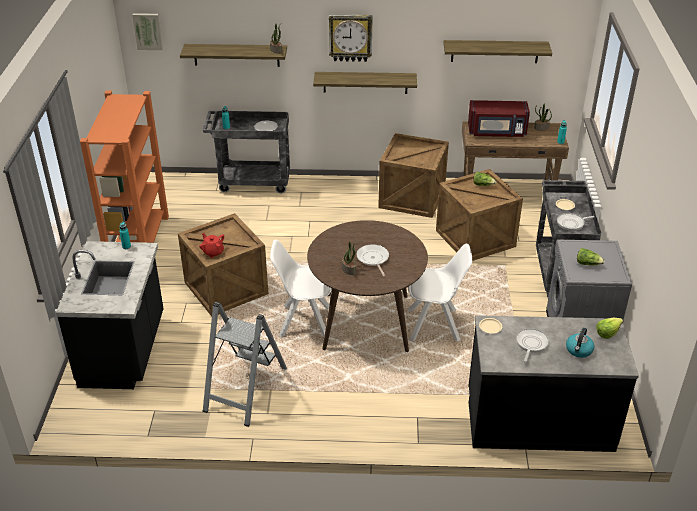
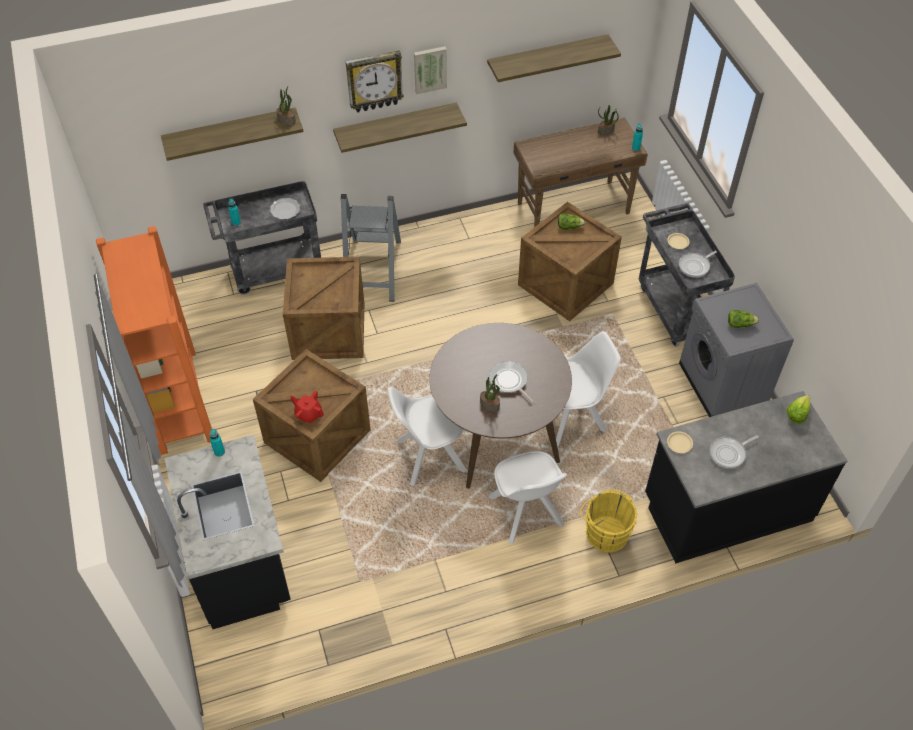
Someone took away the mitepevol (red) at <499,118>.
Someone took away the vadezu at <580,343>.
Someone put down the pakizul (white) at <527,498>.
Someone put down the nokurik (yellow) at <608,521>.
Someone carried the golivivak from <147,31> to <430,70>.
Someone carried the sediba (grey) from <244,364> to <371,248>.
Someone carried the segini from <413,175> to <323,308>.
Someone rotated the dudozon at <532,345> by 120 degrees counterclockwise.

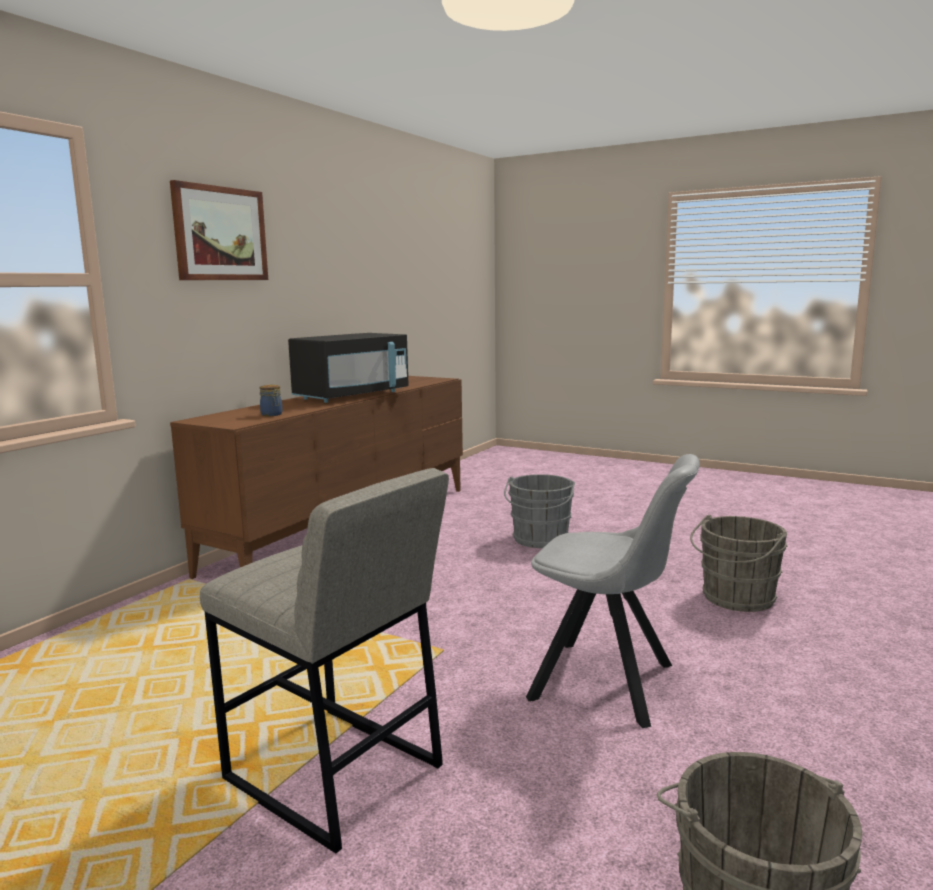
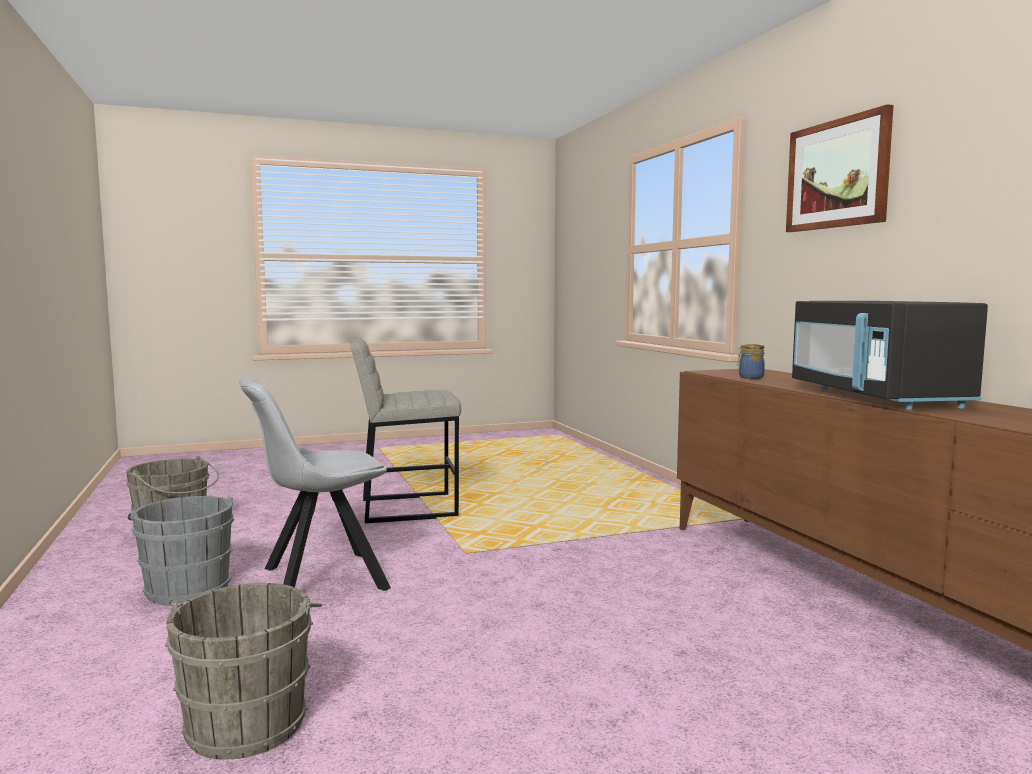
Someone carried the nokurik (grey) from <539,511> to <180,551>.

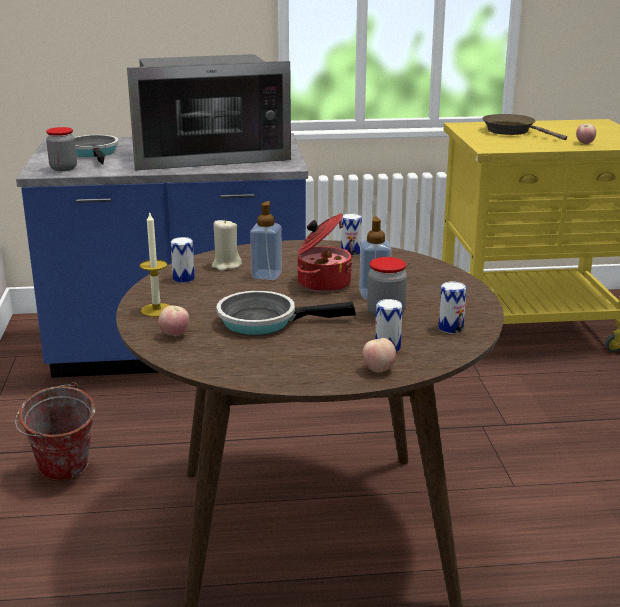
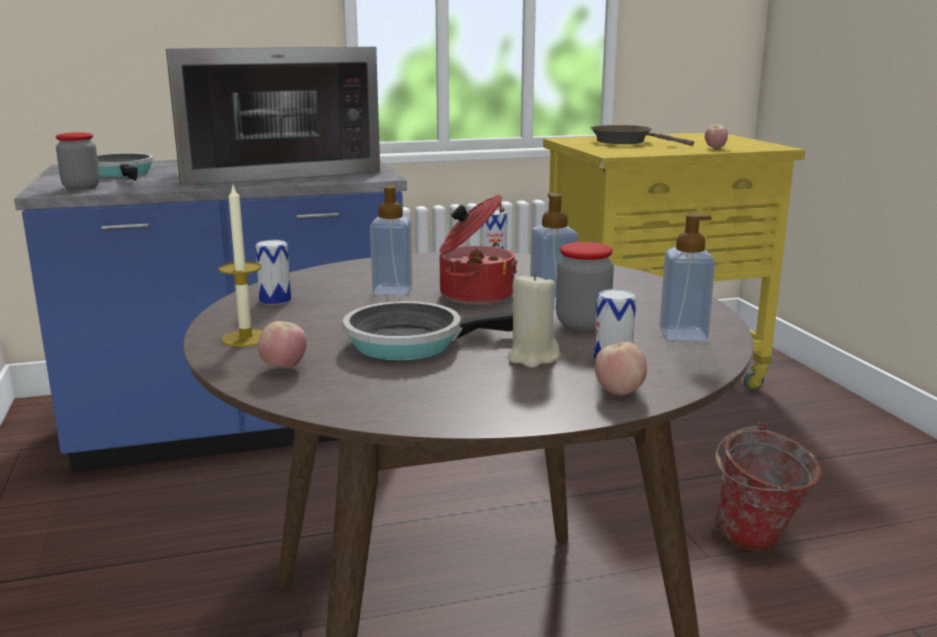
Someone carried the nokurik from <55,431> to <768,487>.
Someone carried the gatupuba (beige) from <227,245> to <534,320>.
Someone swapped the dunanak at <452,307> for the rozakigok at <687,277>.

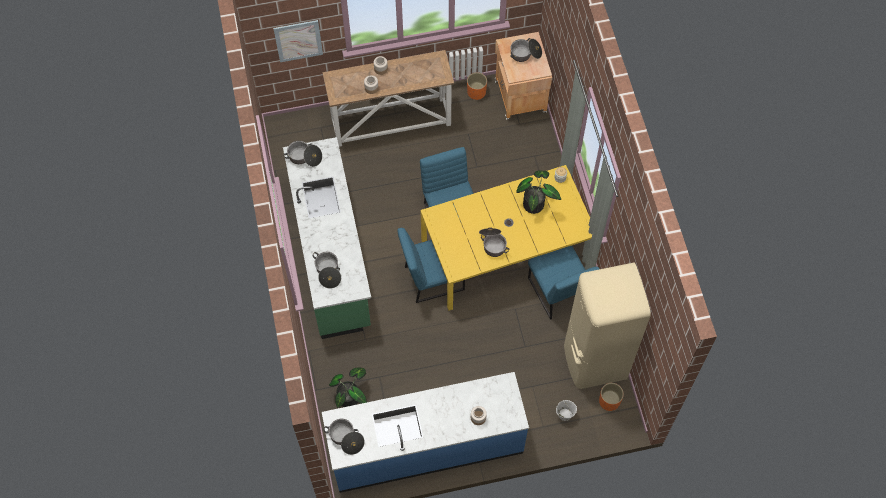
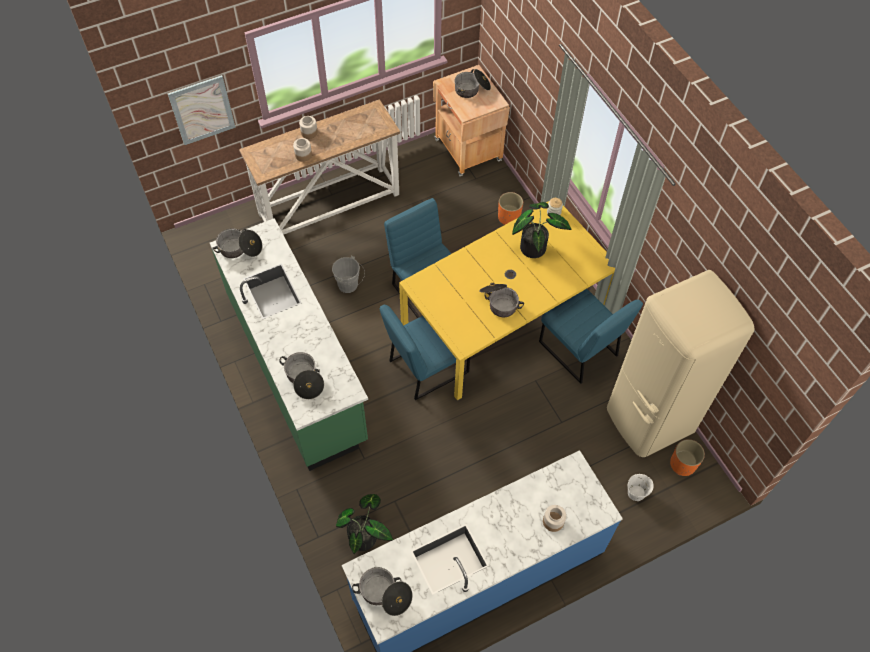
Someone put down the nokurik (grey) at <348,274>.
Someone carried the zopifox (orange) from <477,86> to <510,208>.

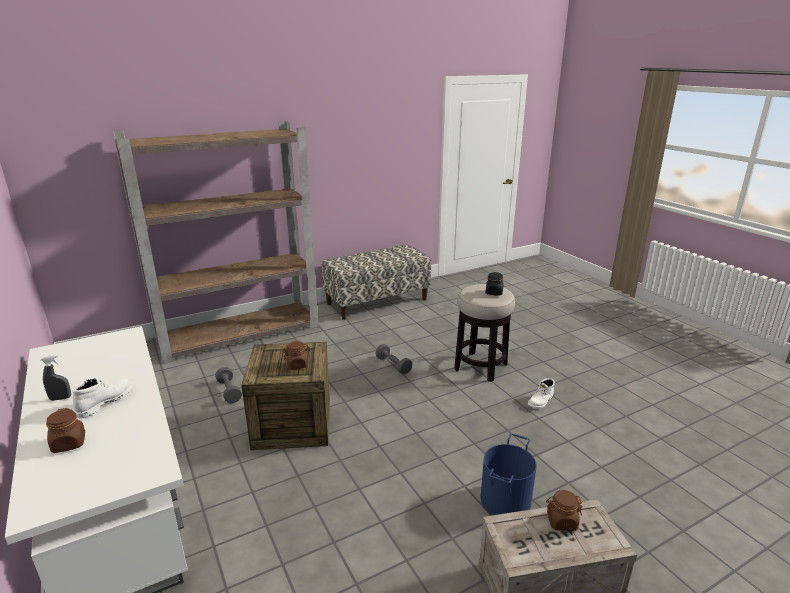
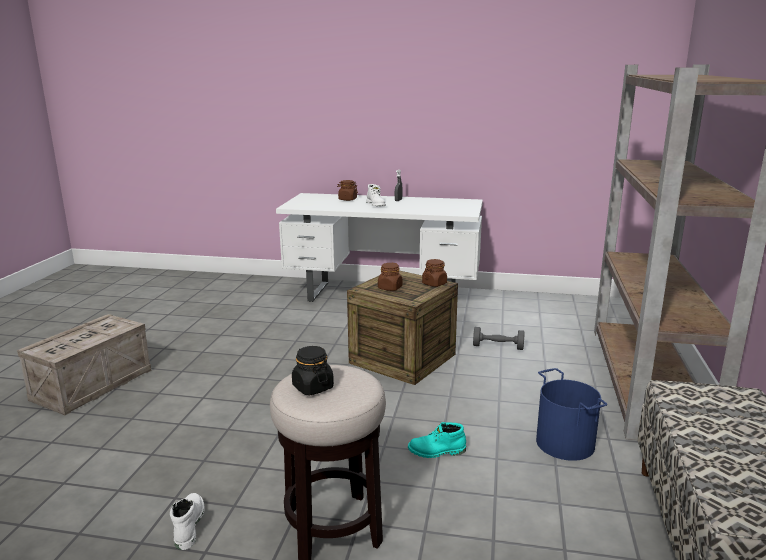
Someone carried the nokurik (blue) from <508,474> to <571,414>.
Someone carried the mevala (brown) from <564,510> to <434,273>.
Someone swapped the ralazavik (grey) at <394,359> for the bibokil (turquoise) at <437,440>.

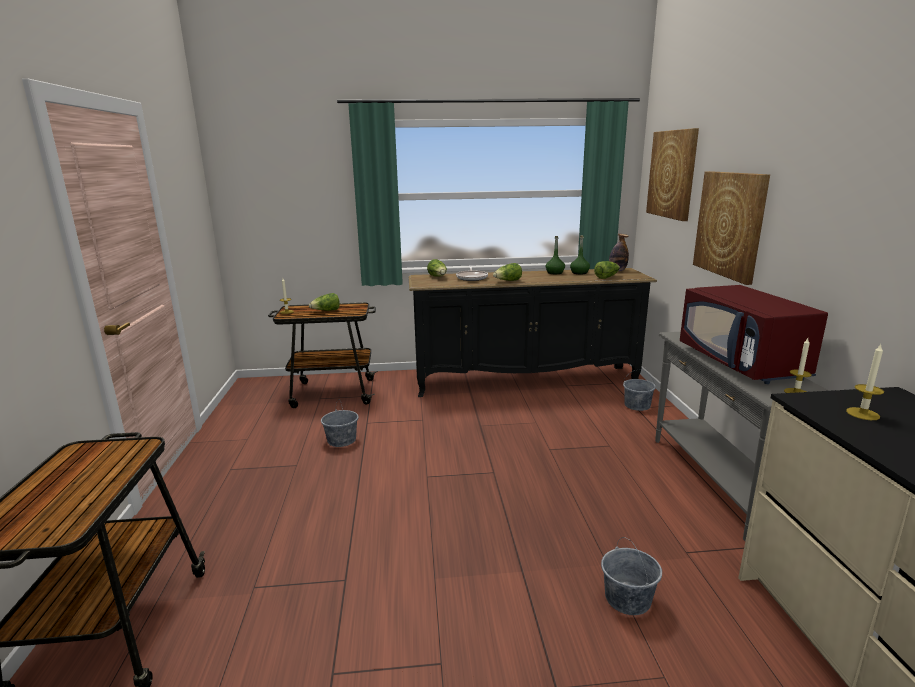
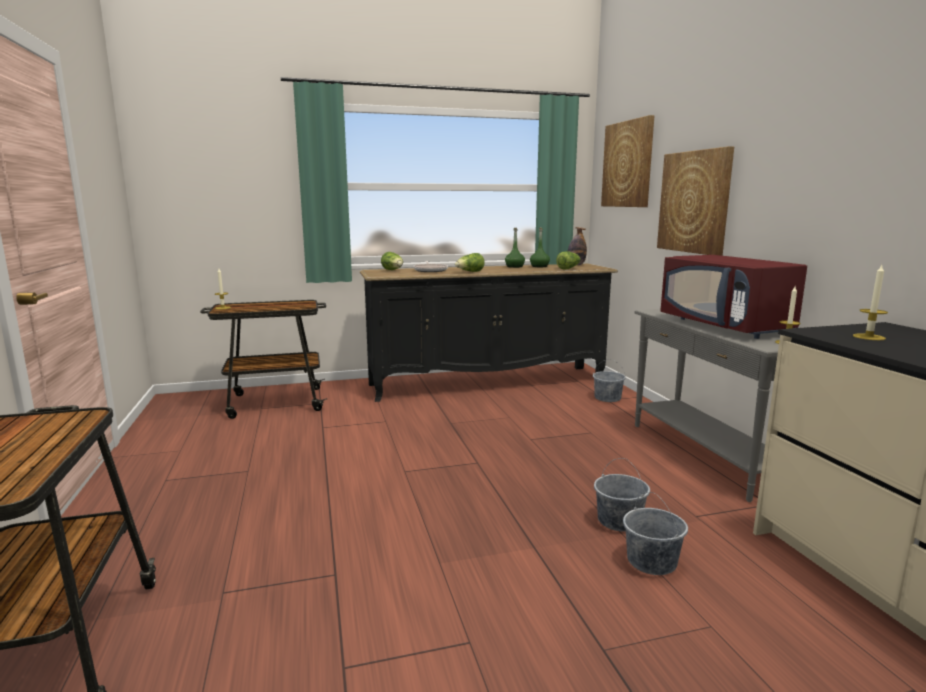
Someone took away the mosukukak at <324,302>.
Someone carried the nokurik (grey) from <340,423> to <622,495>.

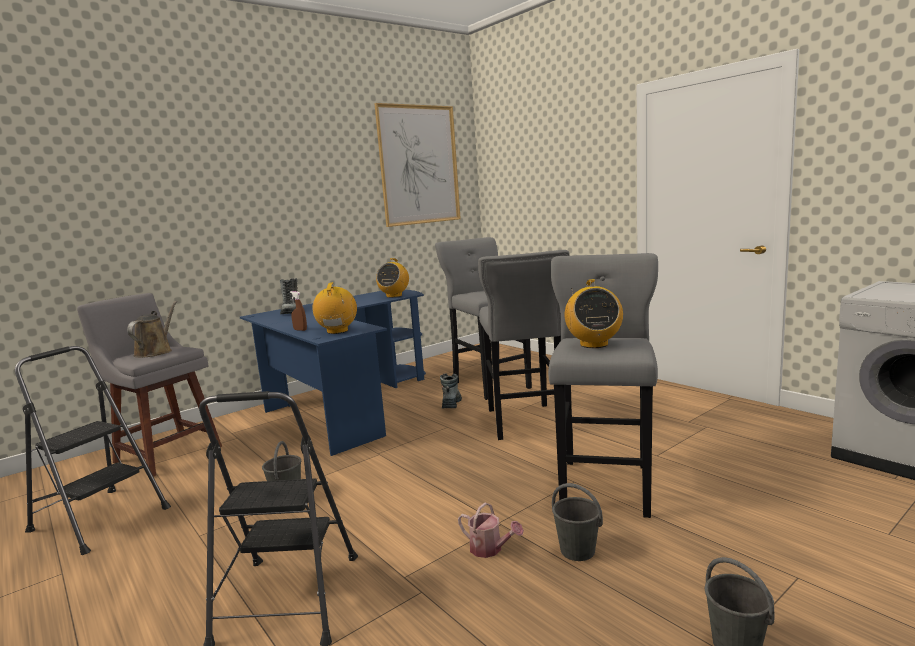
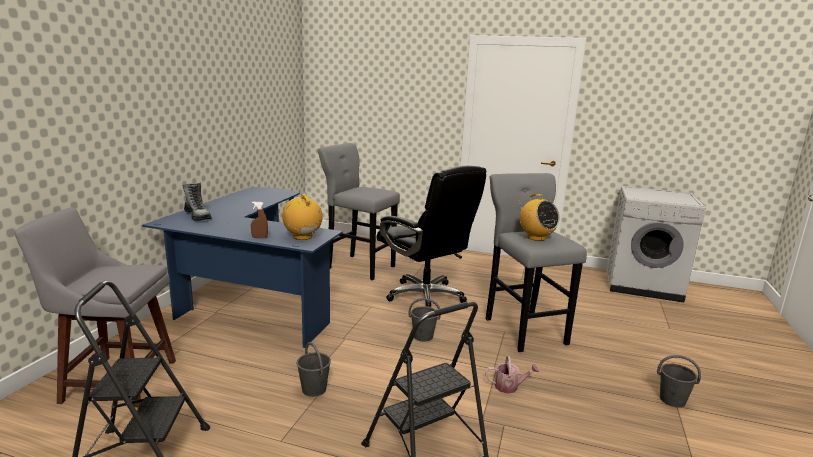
Someone took away the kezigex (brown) at <152,329>.
Someone took away the golivivak at <417,165>.
Someone took away the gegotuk at <392,278>.
Someone took away the bibokil at <451,390>.
Someone carried the nokurik (grey) from <577,522> to <424,320>.
Someone swapped the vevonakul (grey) at <524,345> for the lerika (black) at <431,236>.

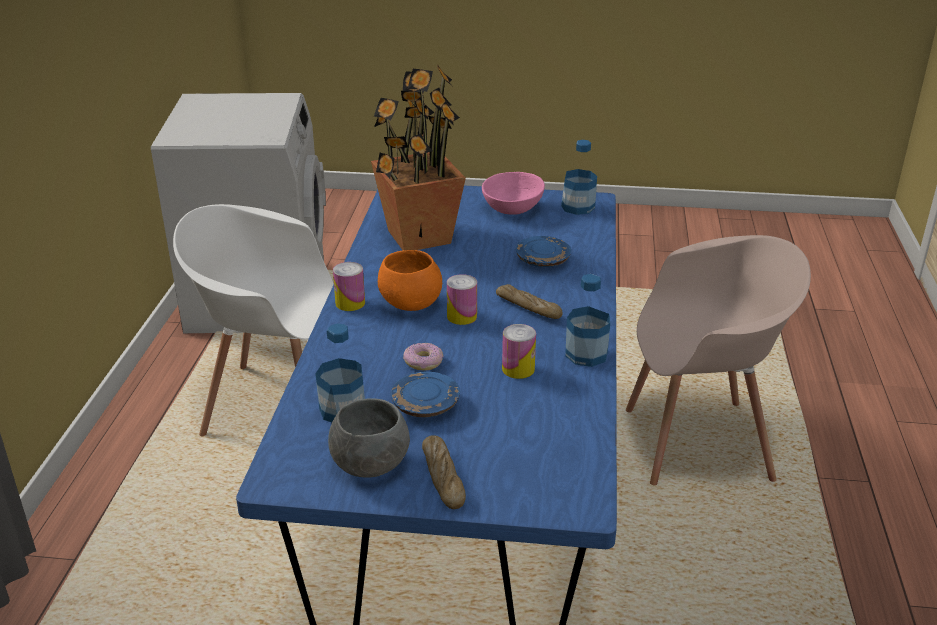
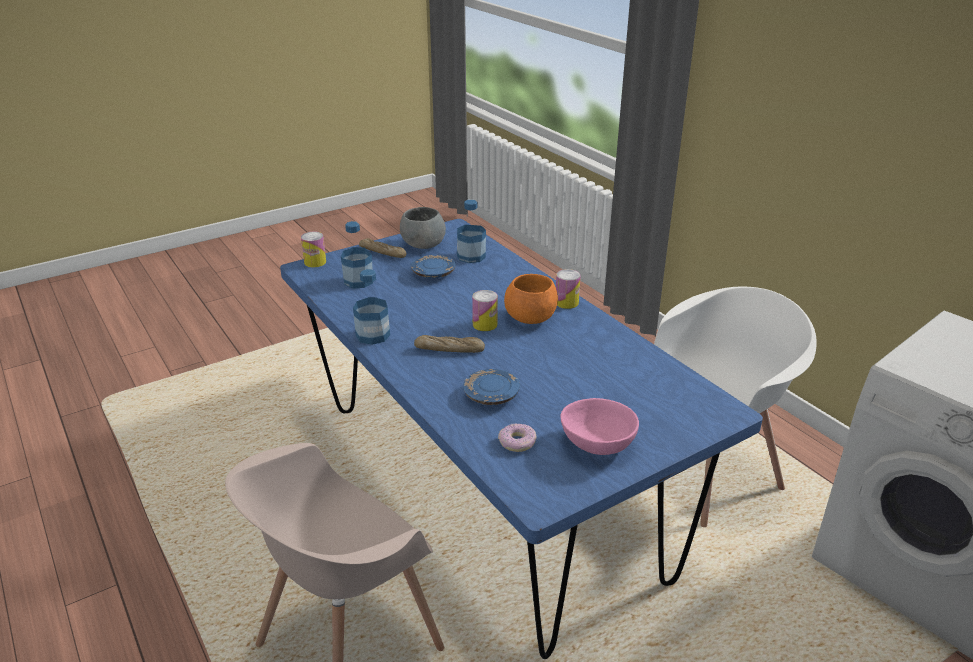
Someone took away the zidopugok at <418,158>.
Someone carried the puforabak from <423,357> to <517,437>.
Someone carried the dunanak from <519,351> to <313,249>.
Someone carried the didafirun from <579,177> to <357,255>.

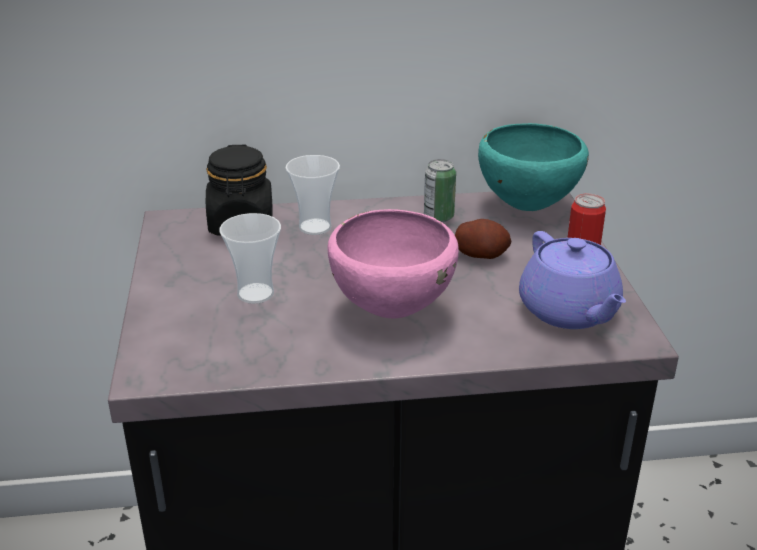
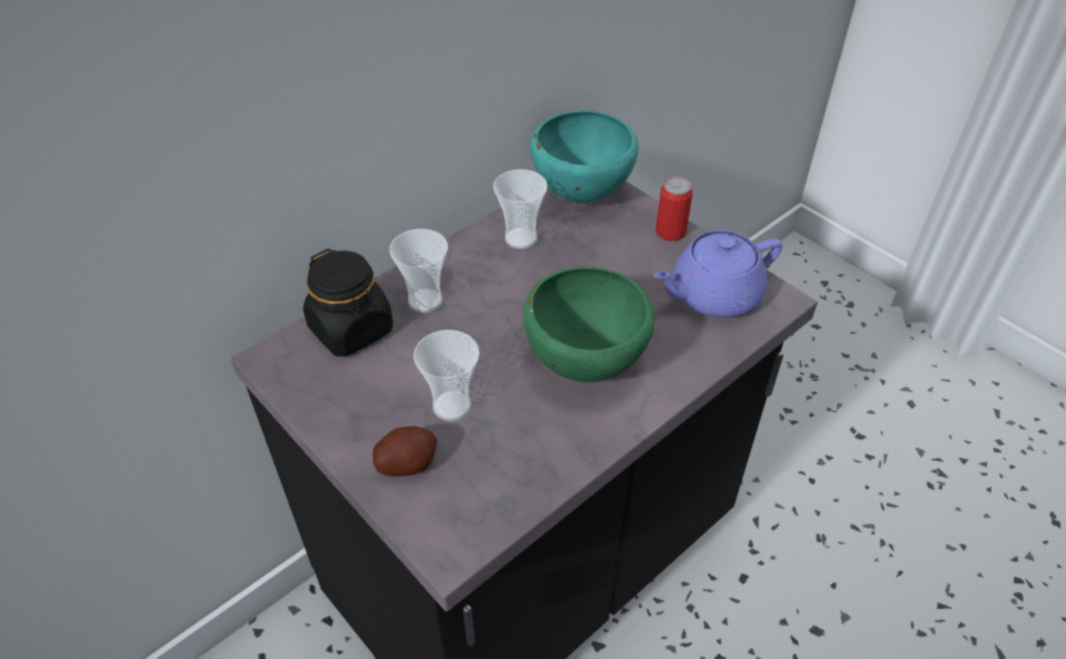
Someone carried the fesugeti from <483,239> to <404,451>.
Someone swapped the dunanak at <440,190> for the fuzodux at <520,209>.
Someone repainted the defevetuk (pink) at <393,263>, which became the defevetuk (green) at <589,324>.
Someone rotated the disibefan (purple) at <572,280> by 120 degrees clockwise.

